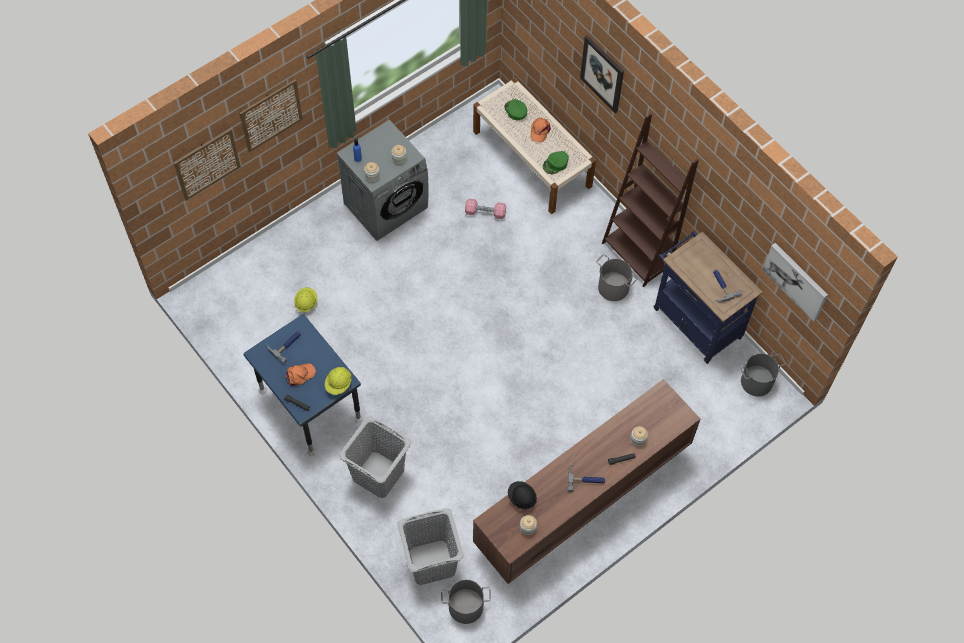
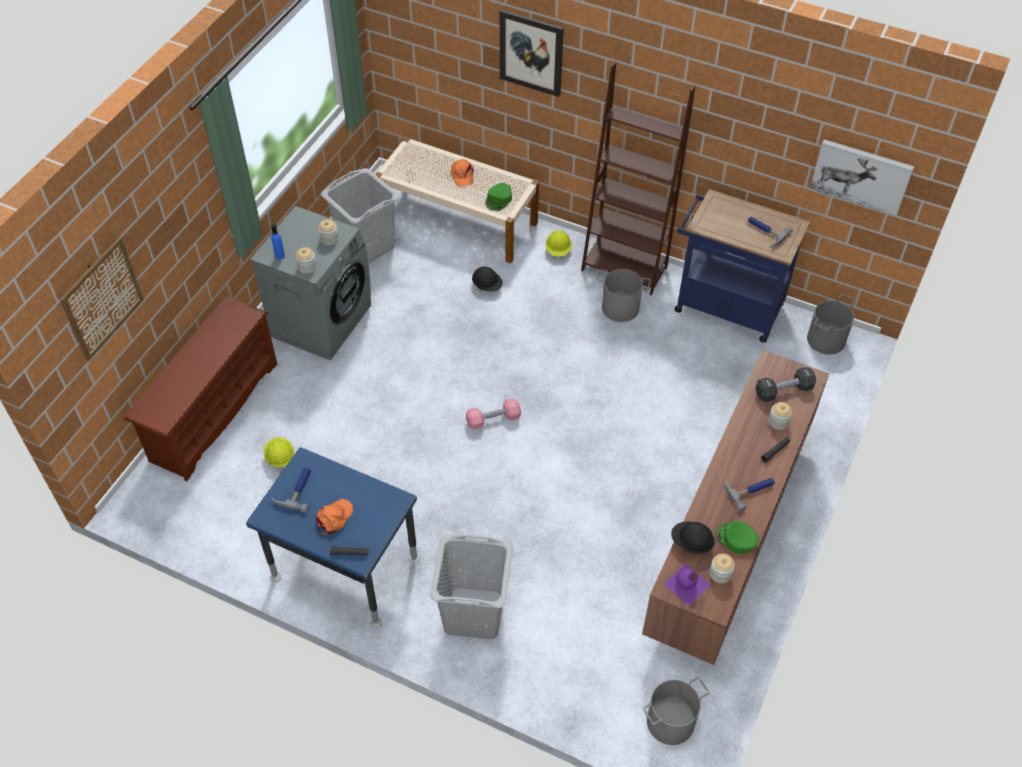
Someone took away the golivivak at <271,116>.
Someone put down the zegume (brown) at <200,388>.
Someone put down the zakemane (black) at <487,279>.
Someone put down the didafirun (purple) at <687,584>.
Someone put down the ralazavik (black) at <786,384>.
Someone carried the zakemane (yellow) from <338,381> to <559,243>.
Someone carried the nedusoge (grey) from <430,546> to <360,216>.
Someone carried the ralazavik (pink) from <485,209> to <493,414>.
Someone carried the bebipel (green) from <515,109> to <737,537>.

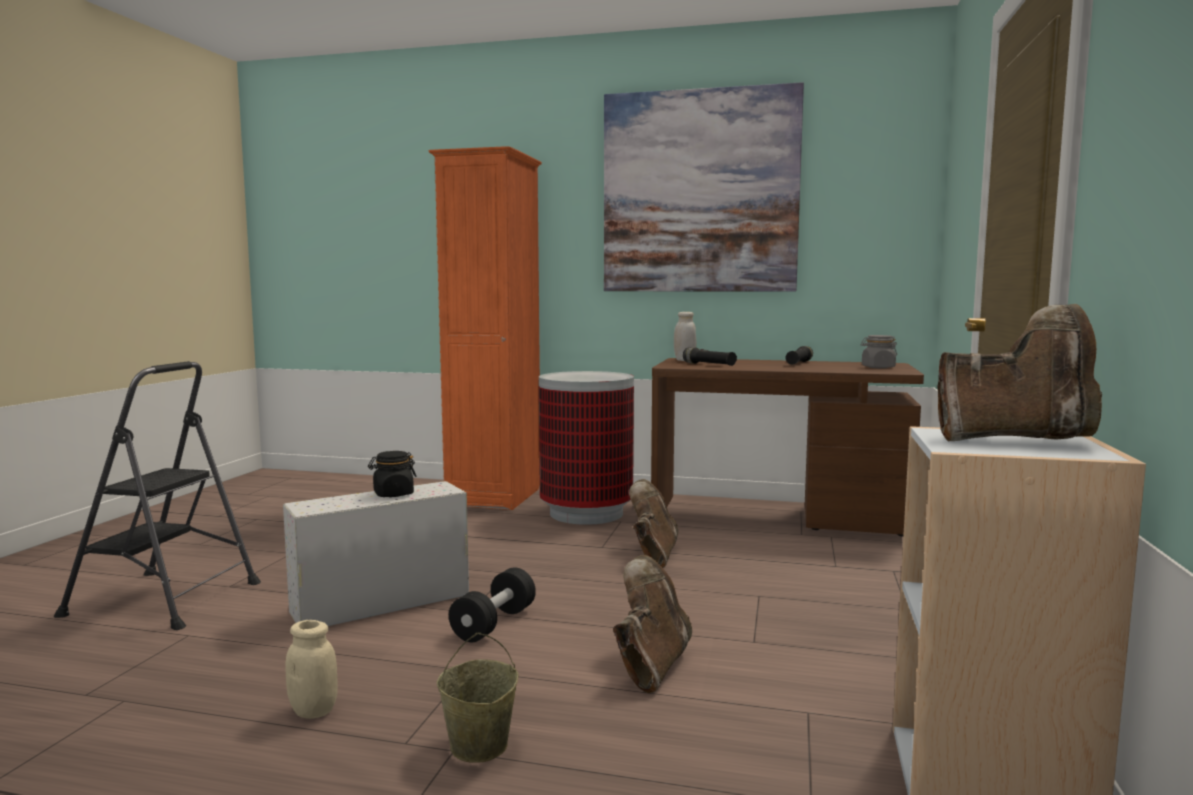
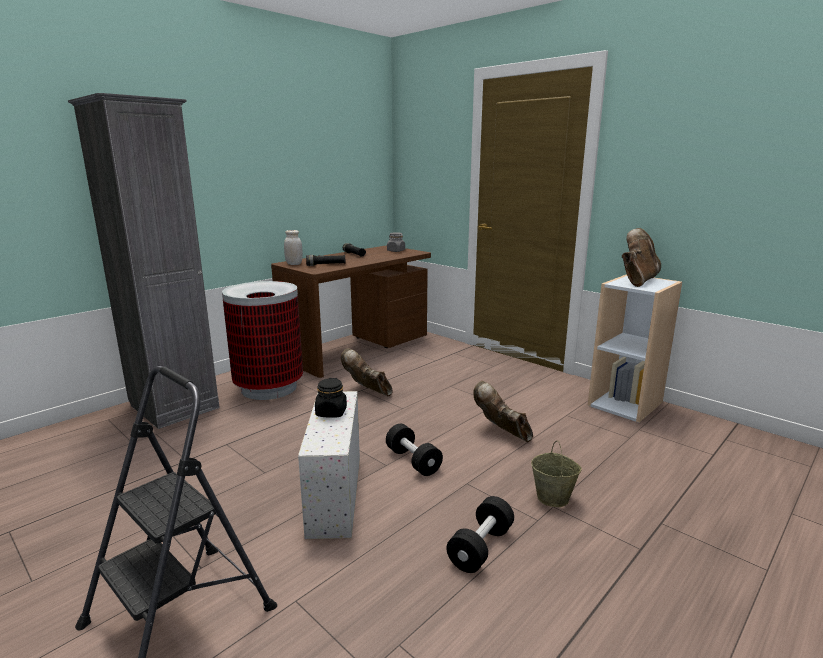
Someone took away the golivivak at <704,187>.
Someone swapped the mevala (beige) at <311,669> for the ralazavik (black) at <480,534>.
Someone repainted the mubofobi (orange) at <485,328>, which became the mubofobi (grey) at <144,261>.

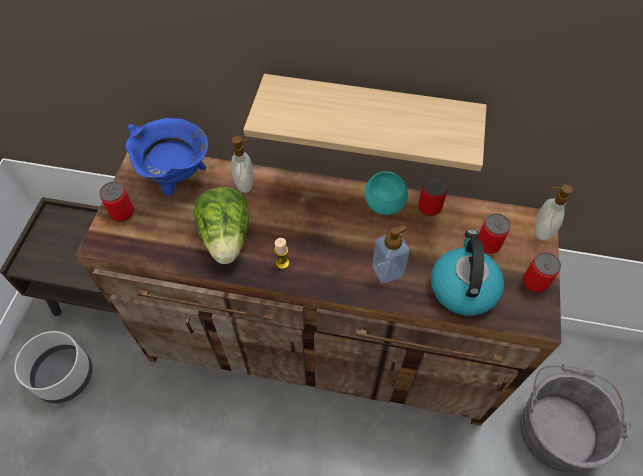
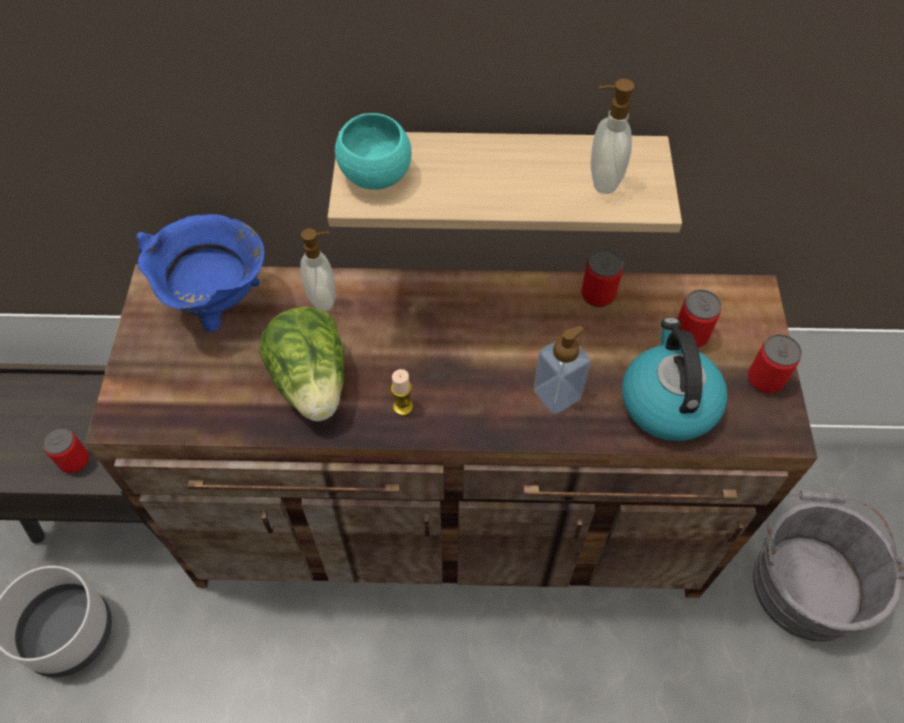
Someone carried the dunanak from <116,202> to <65,450>.
Someone carried the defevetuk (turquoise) from <386,193> to <373,151>.
Someone carried the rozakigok from <554,213> to <612,136>.

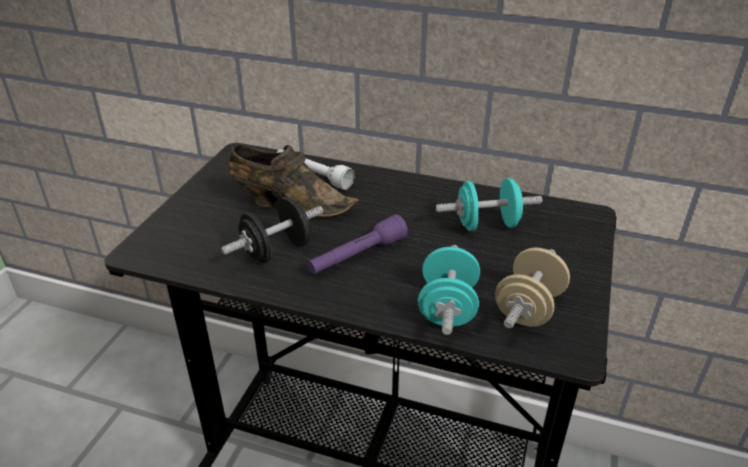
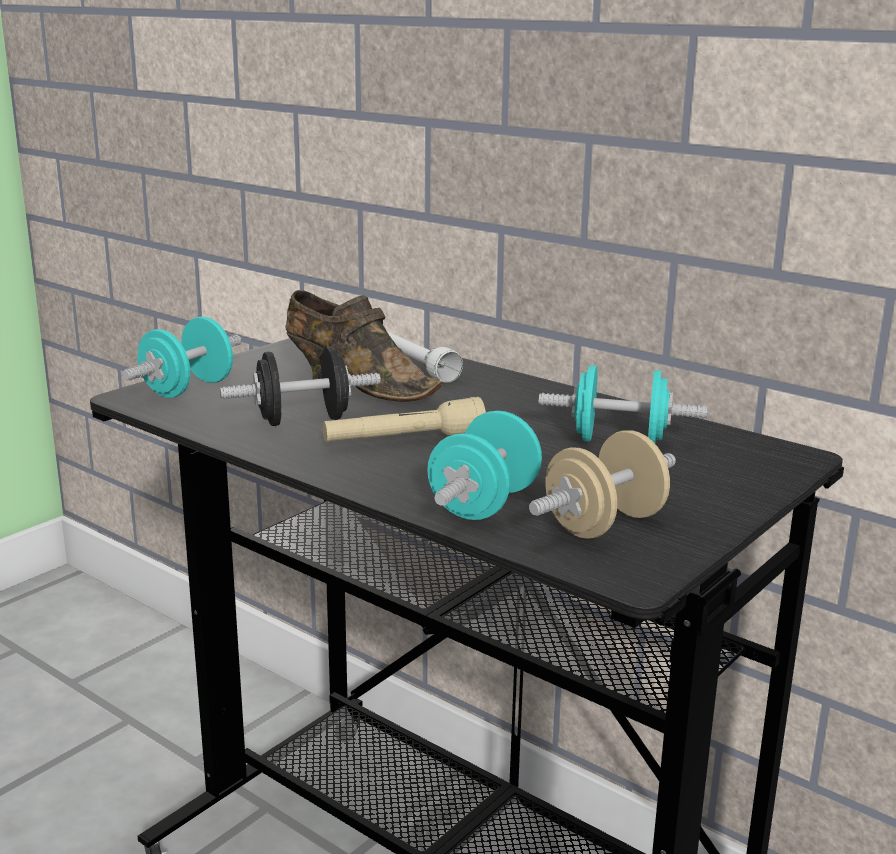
Someone put down the ralazavik (turquoise) at <181,357>.
Someone repainted the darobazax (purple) at <357,244>, which became the darobazax (beige) at <404,419>.

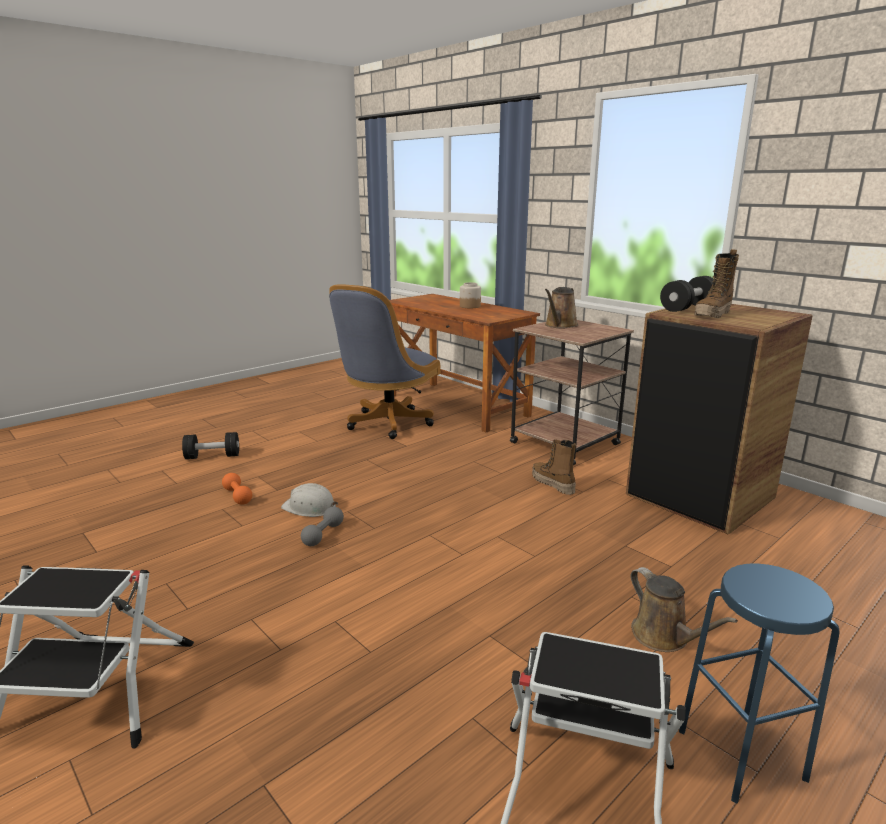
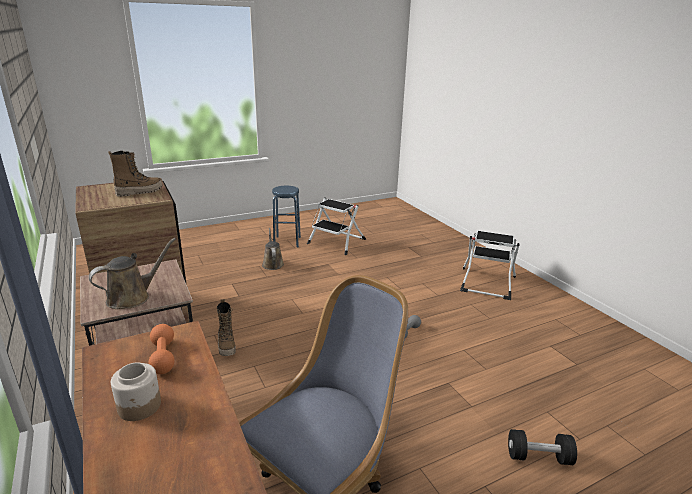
Someone took away the zakemane (white) at <309,500>.
Someone took away the ralazavik (black) at <687,294>.
Someone carried the ralazavik (orange) from <237,489> to <161,349>.

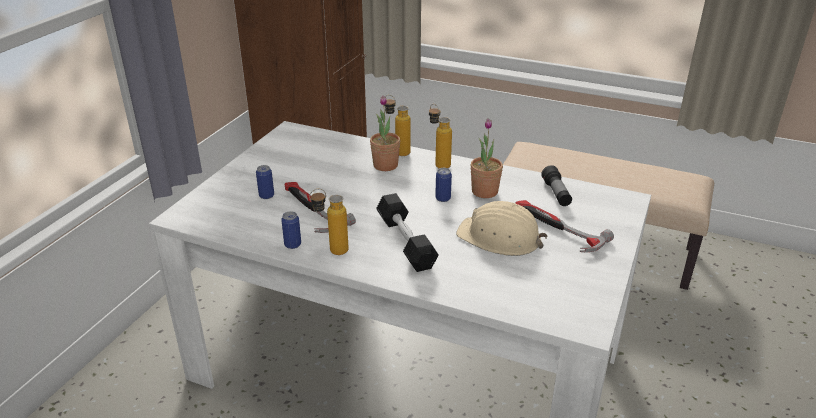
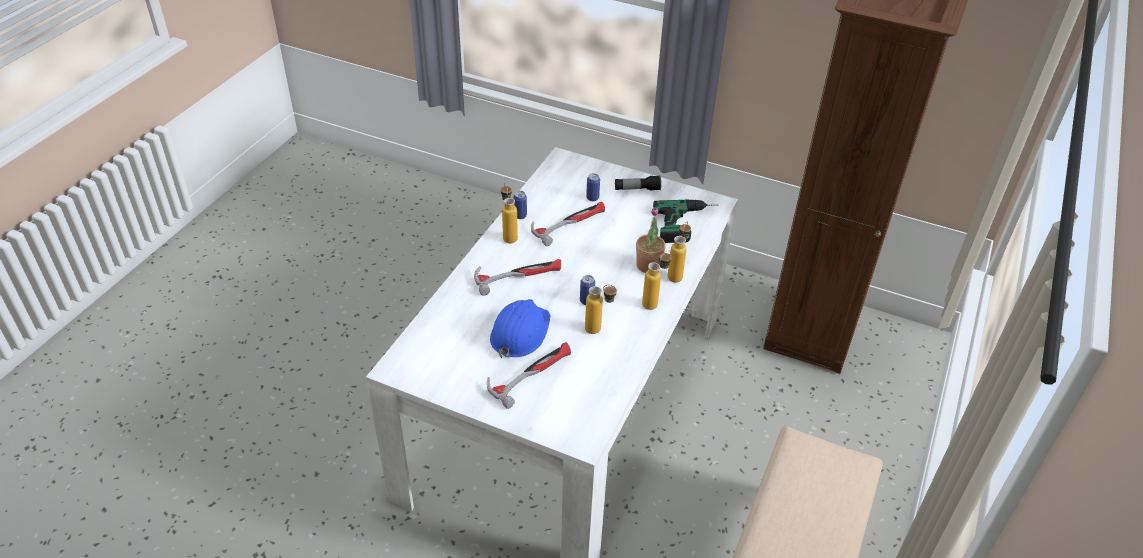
Someone put down the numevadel at <685,221>.
Someone carried the darobazax from <556,185> to <638,183>.
Someone swapped the ralazavik (black) at <407,232> for the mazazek at <517,277>.
Someone swapped the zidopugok at <486,158> for the didafirun at <601,309>.
Someone repainted the zakemane (beige) at <501,228>, which became the zakemane (blue) at <520,328>.

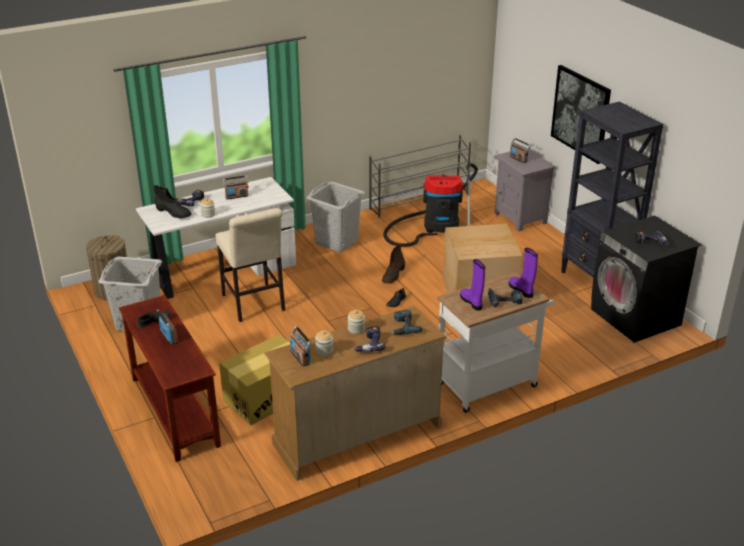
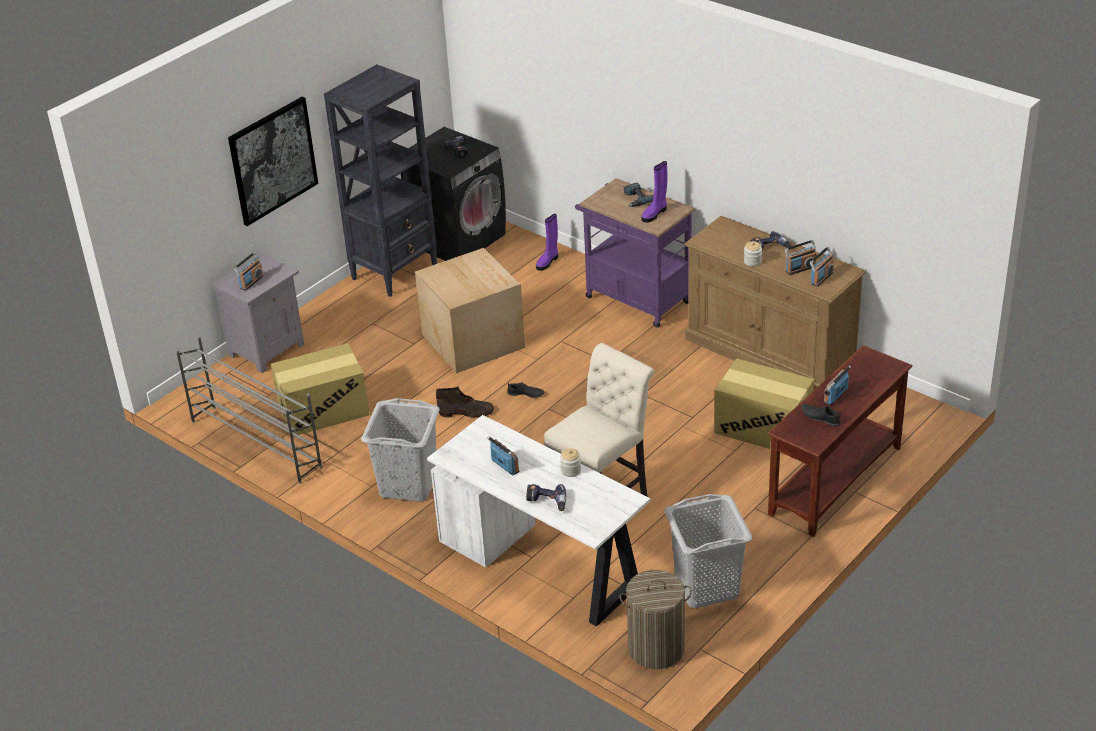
Someone took away the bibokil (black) at <173,202>.
Someone took away the numevadel at <406,322>.
Someone carried the bibokil (purple) from <523,273> to <547,242>.
Someone swapped the mevala at <324,343> for the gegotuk at <800,257>.
Someone swapped the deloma at <430,205> for the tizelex at <320,389>.
Someone repainted the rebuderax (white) at <495,342>, which became the rebuderax (purple) at <635,253>.

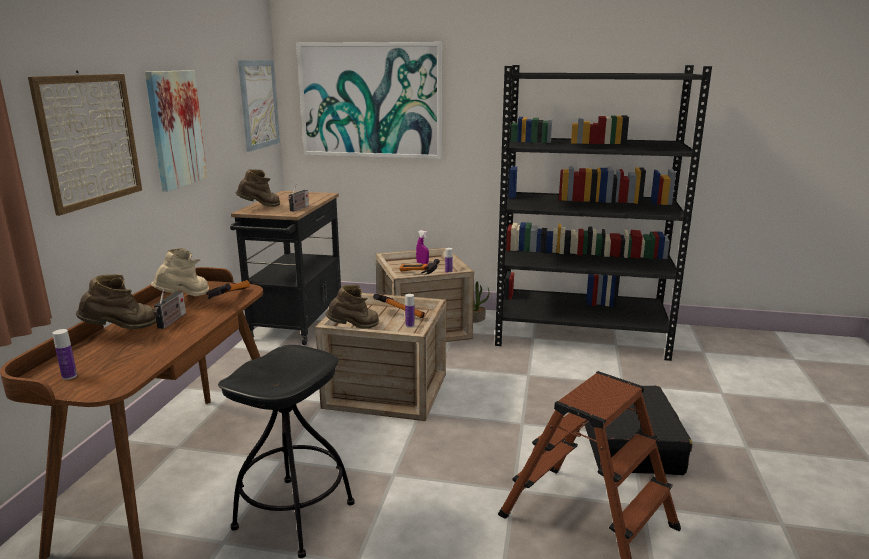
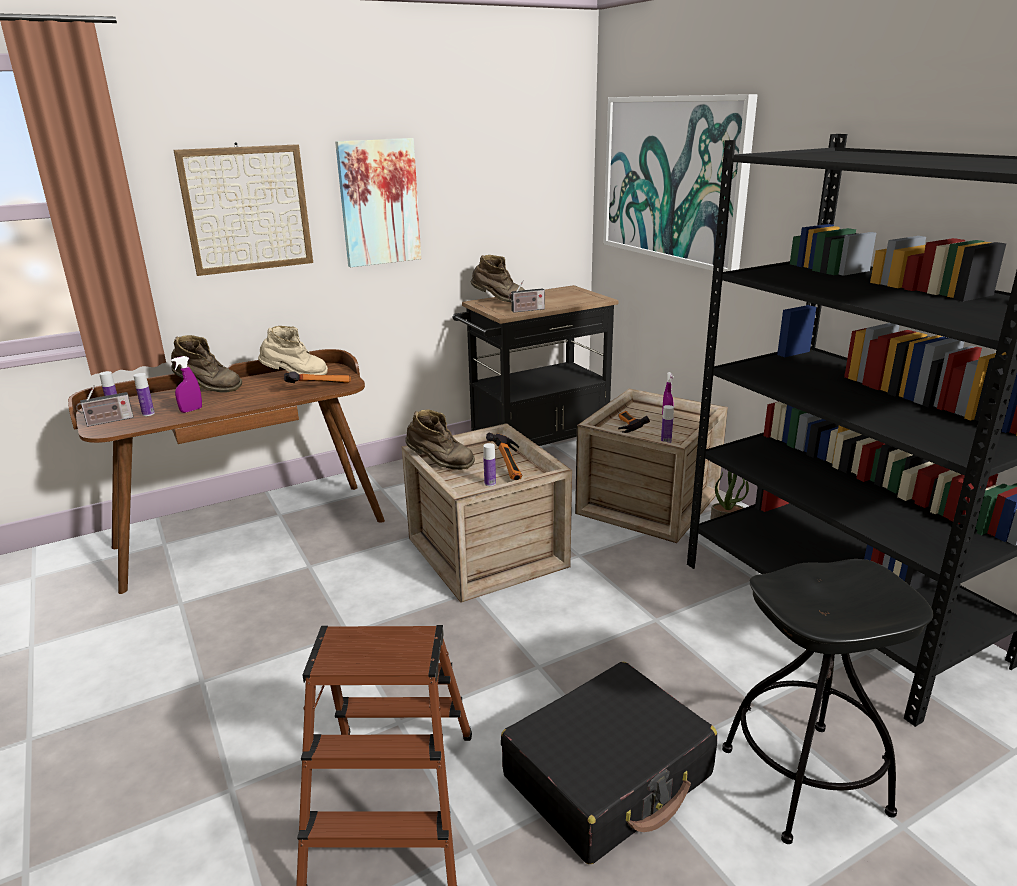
Someone took away the golivivak at <259,106>.
Someone put down the didafirun at <144,394>.
Someone put down the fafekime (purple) at <186,384>.
Someone carried the gegotuk from <170,308> to <105,406>.
Someone carried the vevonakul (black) from <286,451> to <827,701>.

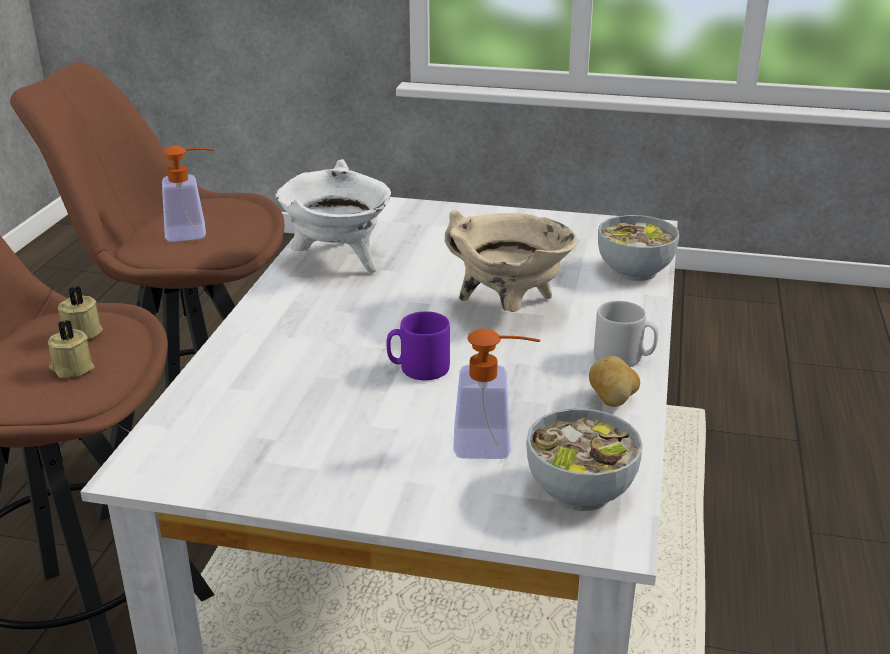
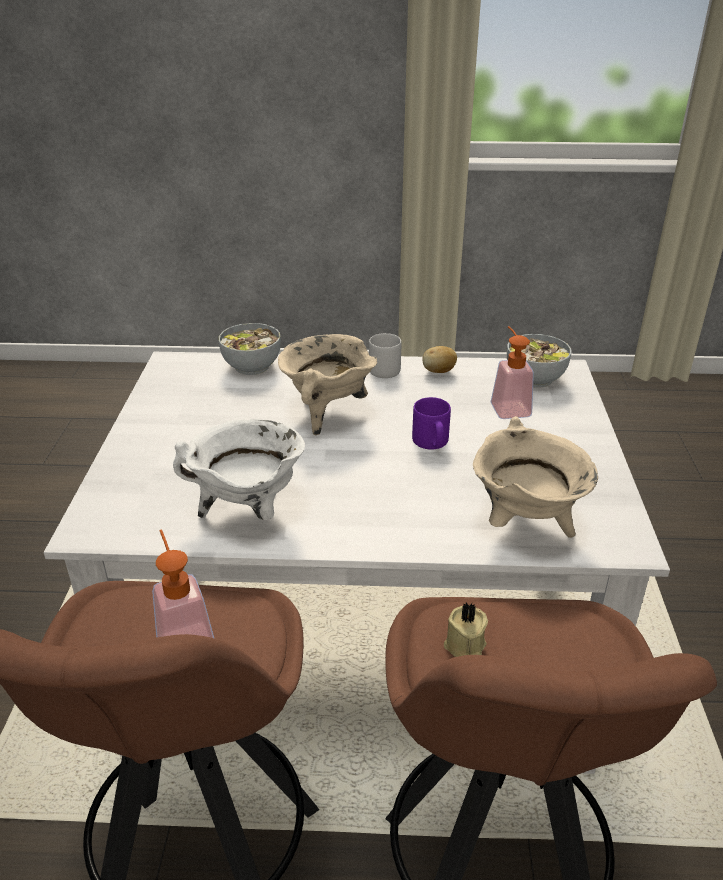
Someone took away the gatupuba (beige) at <71,349>.
Someone put down the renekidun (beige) at <535,477>.

